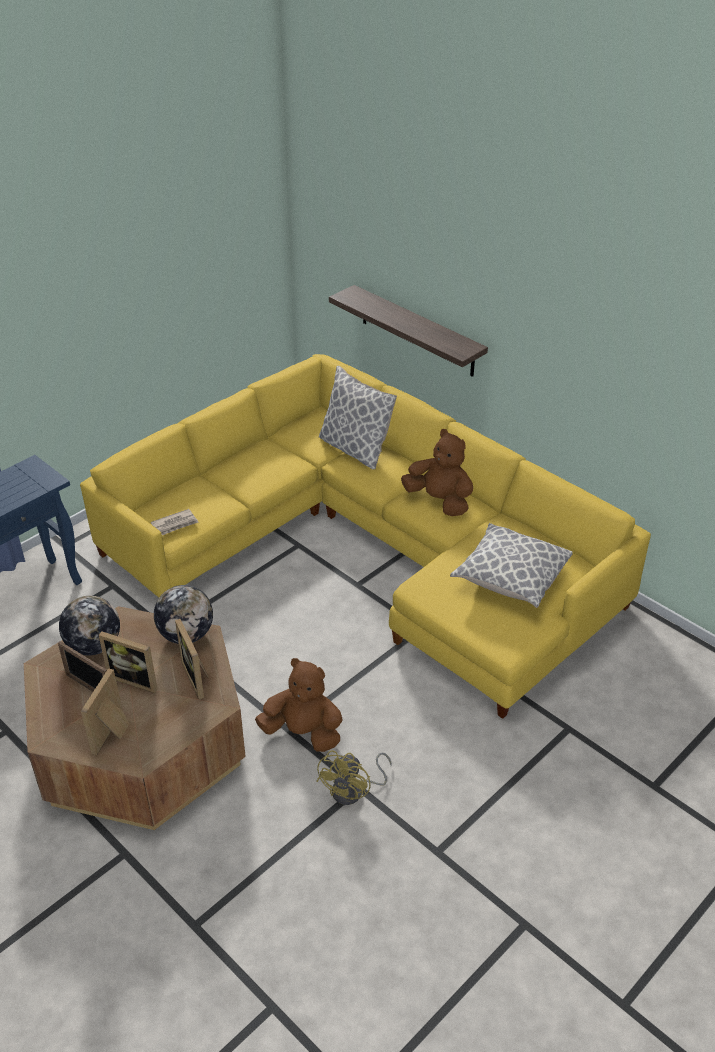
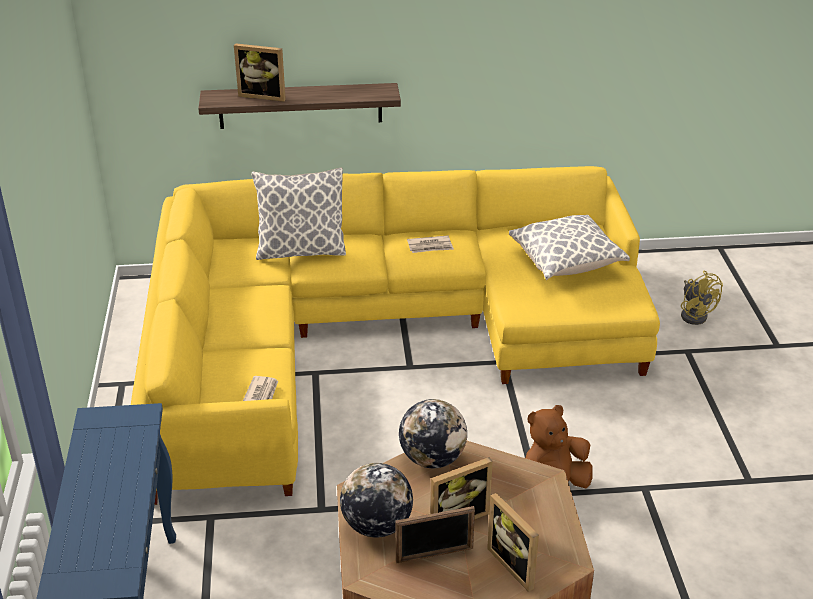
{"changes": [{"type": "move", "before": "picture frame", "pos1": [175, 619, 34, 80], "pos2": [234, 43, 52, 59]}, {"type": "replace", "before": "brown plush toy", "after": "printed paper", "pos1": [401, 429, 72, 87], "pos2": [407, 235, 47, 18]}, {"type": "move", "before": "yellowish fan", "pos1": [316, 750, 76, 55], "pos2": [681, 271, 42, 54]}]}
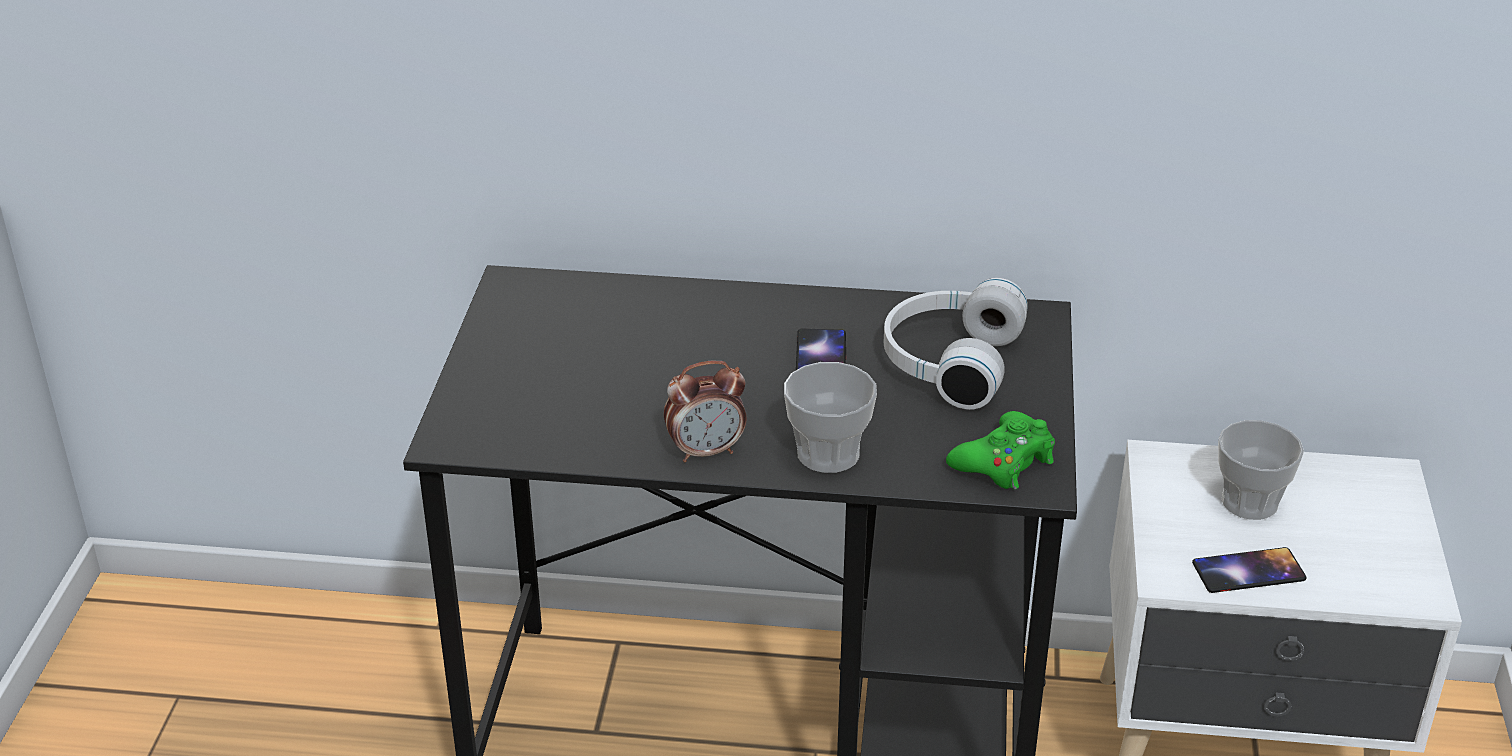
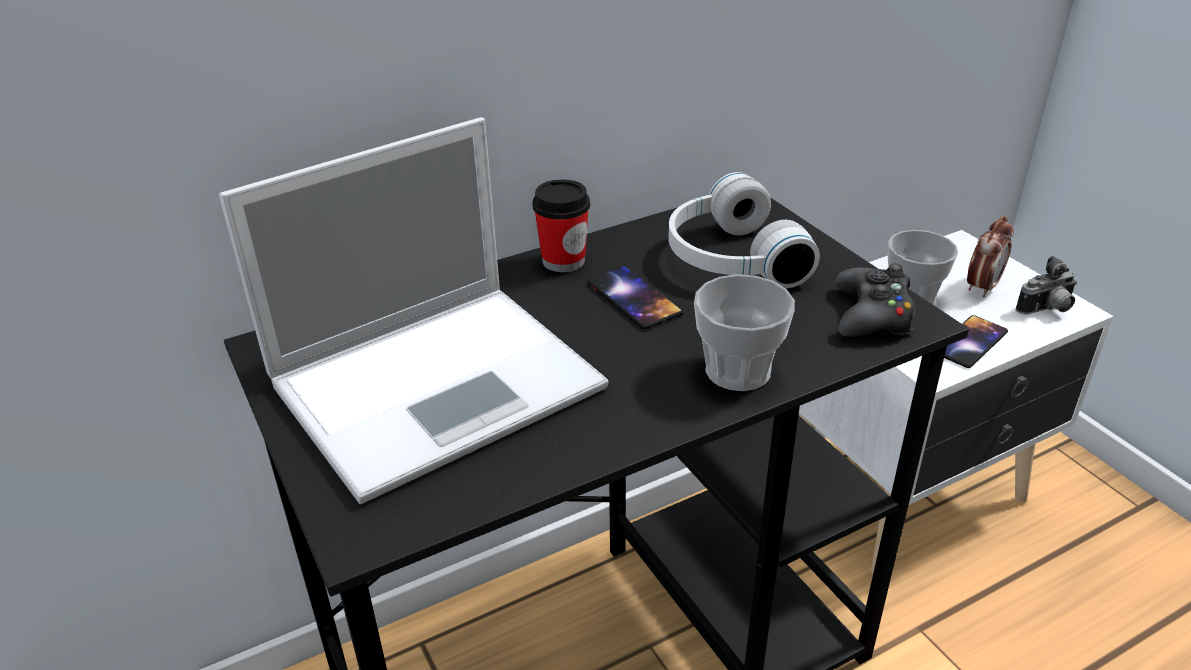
{"changes": [{"type": "insert", "after": "portable computer", "pos2": [219, 118, 389, 386]}, {"type": "insert", "after": "cup", "pos2": [533, 179, 57, 93]}, {"type": "recolor", "before": "greenish joypad", "after": "black joypad", "pos1": [946, 411, 109, 79], "pos2": [835, 263, 80, 74]}, {"type": "move", "before": "bedside clock", "pos1": [664, 360, 82, 102], "pos2": [967, 215, 47, 83]}, {"type": "insert", "after": "still camera", "pos2": [1016, 256, 61, 59]}]}
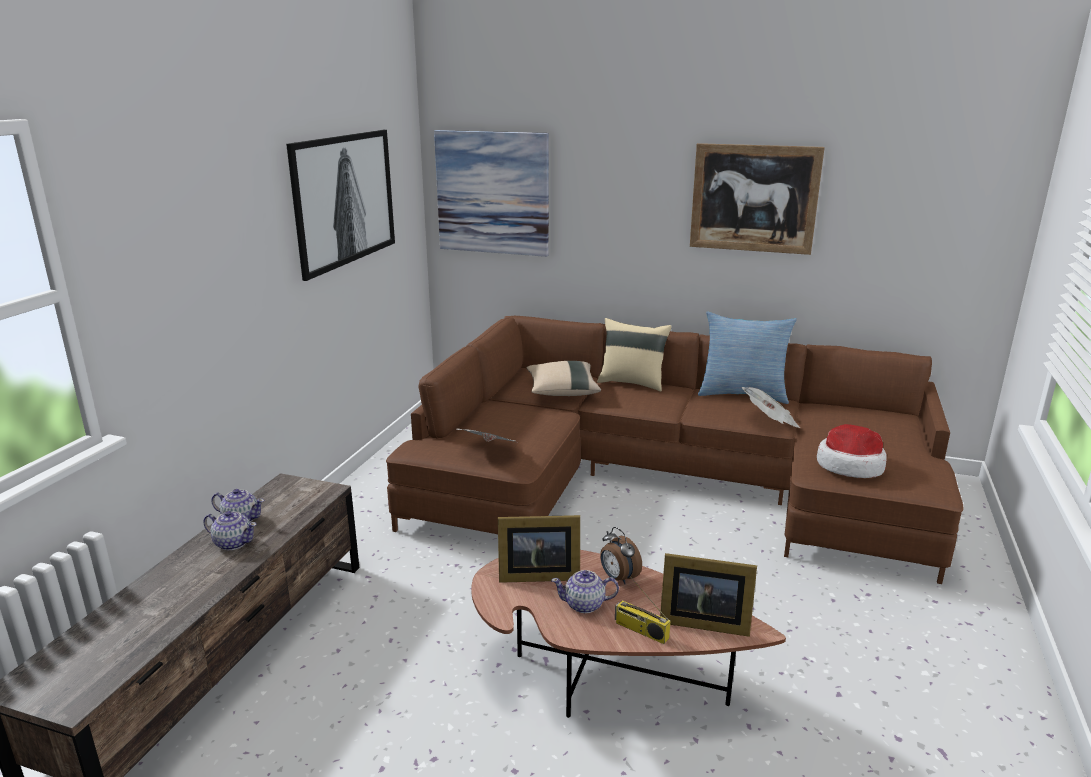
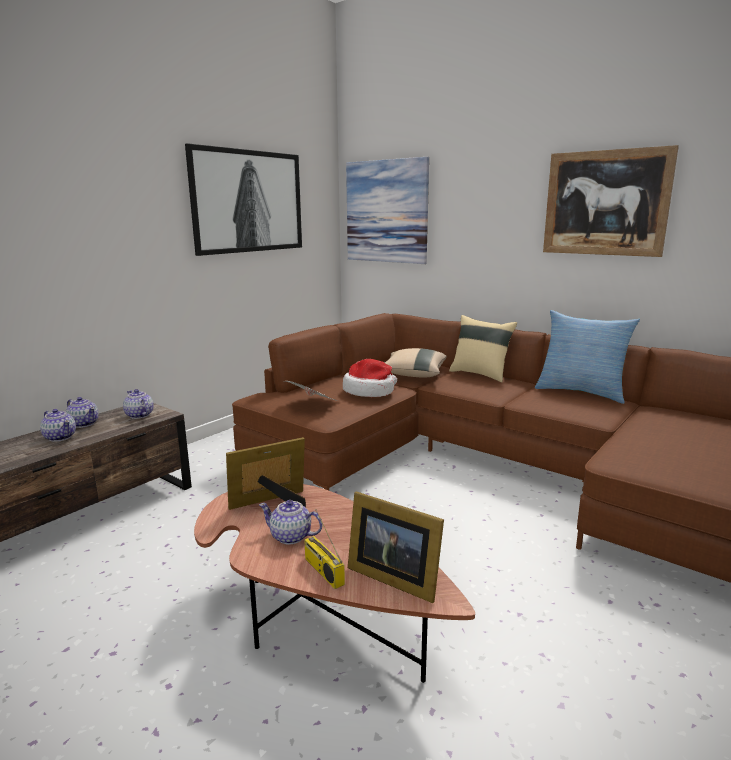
{"changes": [{"type": "insert", "after": "teapot", "pos2": [123, 389, 31, 30]}, {"type": "rotate", "before": "picture frame", "pos1": [498, 515, 82, 68], "pos2": [226, 437, 80, 73], "turn": 135}, {"type": "move", "before": "wearable hat", "pos1": [817, 424, 70, 54], "pos2": [343, 359, 54, 38]}, {"type": "delete", "before": "bedside clock", "pos1": [600, 527, 42, 57]}, {"type": "delete", "before": "printed paper", "pos1": [742, 387, 58, 41]}]}
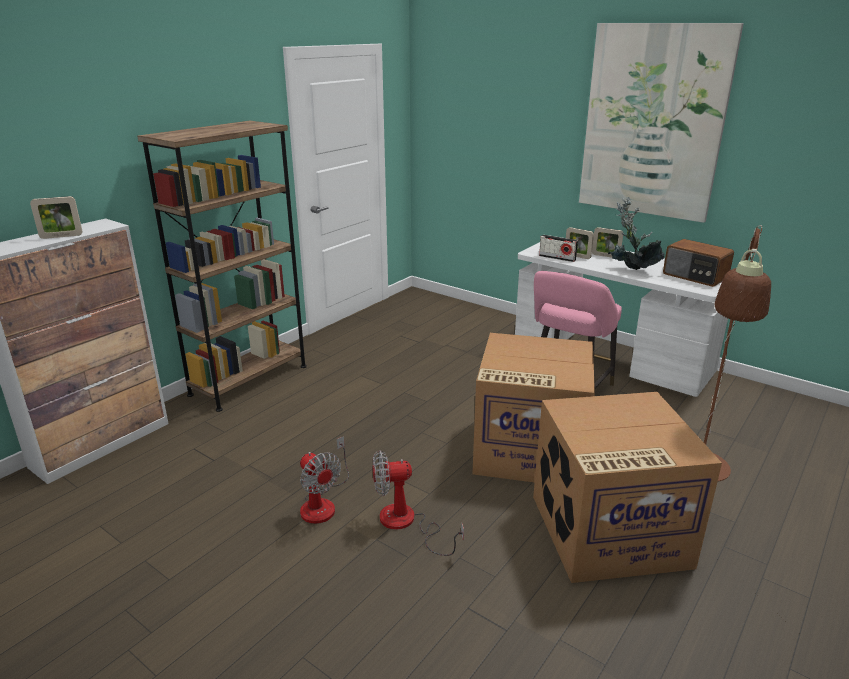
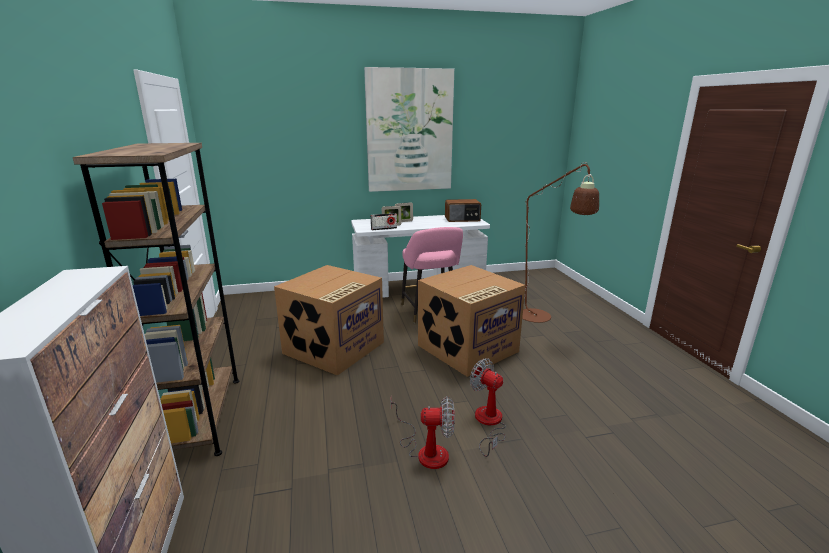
{"changes": [{"type": "move", "before": "carton", "pos1": [533, 392, 189, 191], "pos2": [274, 265, 110, 111]}, {"type": "rotate", "before": "fan", "pos1": [373, 450, 91, 106], "pos2": [470, 358, 36, 99], "turn": 105}, {"type": "delete", "before": "picture frame", "pos1": [30, 196, 52, 43]}, {"type": "delete", "before": "houseplant", "pos1": [608, 197, 57, 73]}]}
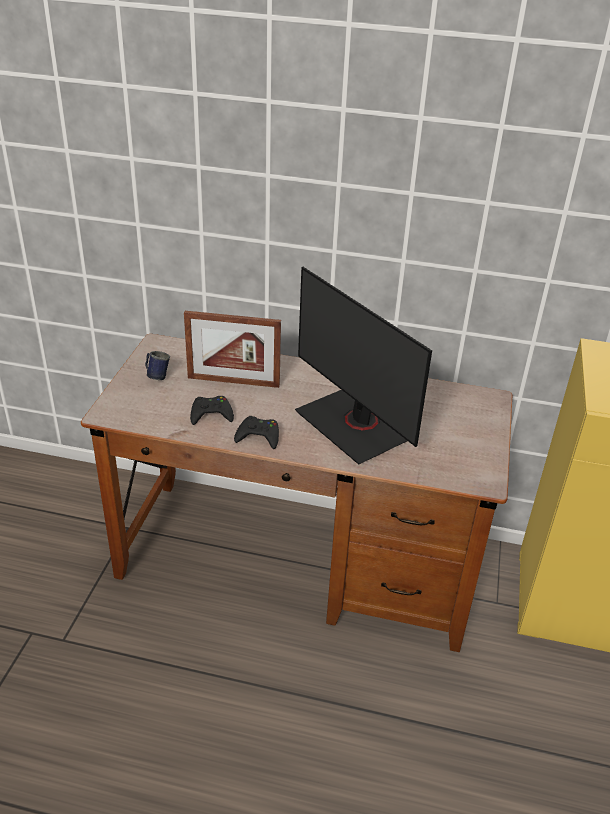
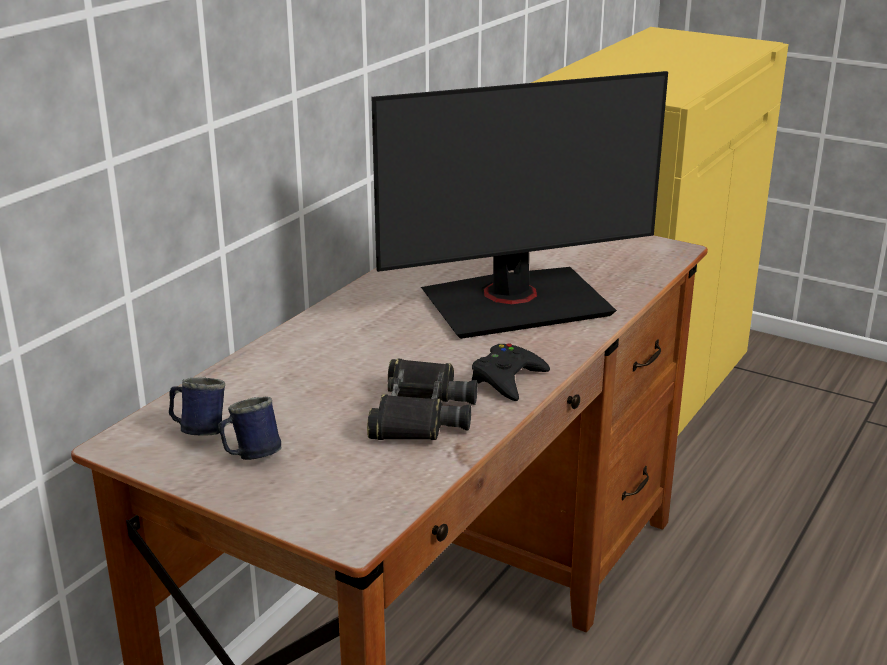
{"changes": [{"type": "insert", "after": "blue-coloured tea mug", "pos2": [169, 377, 56, 59]}, {"type": "replace", "before": "black joypad", "after": "black binoculars", "pos1": [190, 396, 44, 29], "pos2": [367, 359, 111, 81]}, {"type": "delete", "before": "picture frame", "pos1": [184, 311, 97, 77]}]}
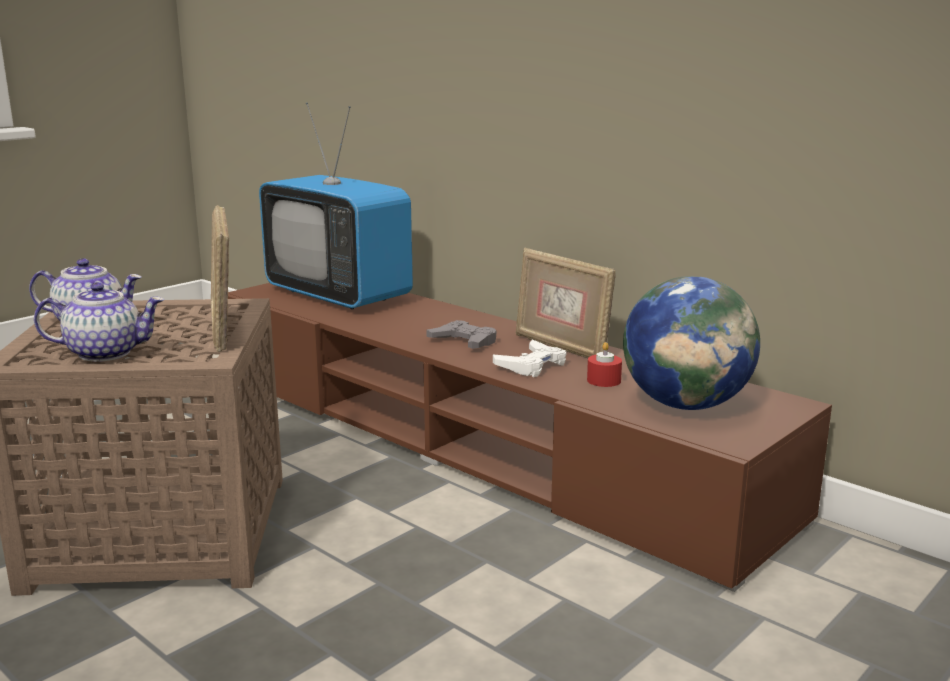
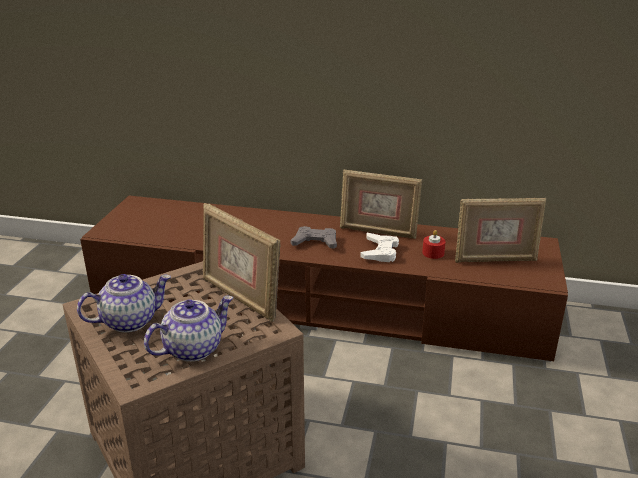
{"changes": [{"type": "replace", "before": "world globe", "after": "picture frame", "pos1": [623, 276, 137, 134], "pos2": [455, 198, 91, 65]}, {"type": "delete", "before": "TV set", "pos1": [259, 103, 154, 206]}]}
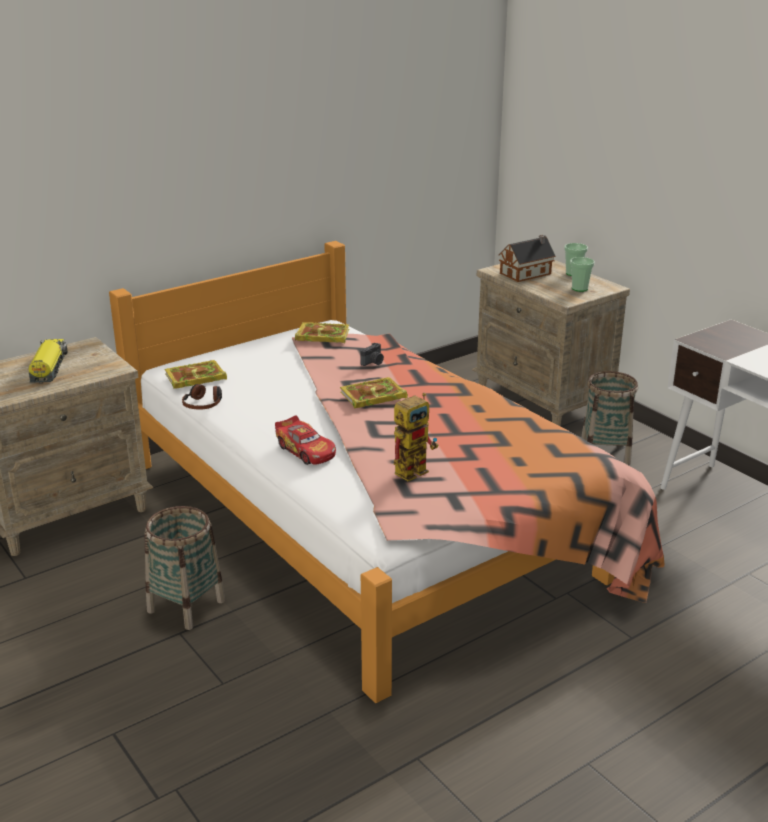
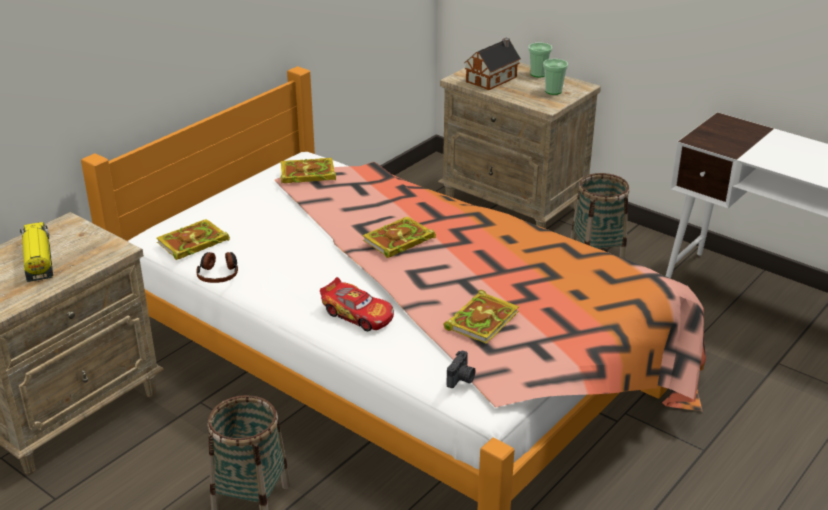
{"changes": [{"type": "replace", "before": "model robot", "after": "book", "pos1": [394, 393, 44, 88], "pos2": [444, 290, 75, 54]}, {"type": "move", "before": "still camera", "pos1": [361, 343, 23, 23], "pos2": [446, 351, 29, 37]}]}
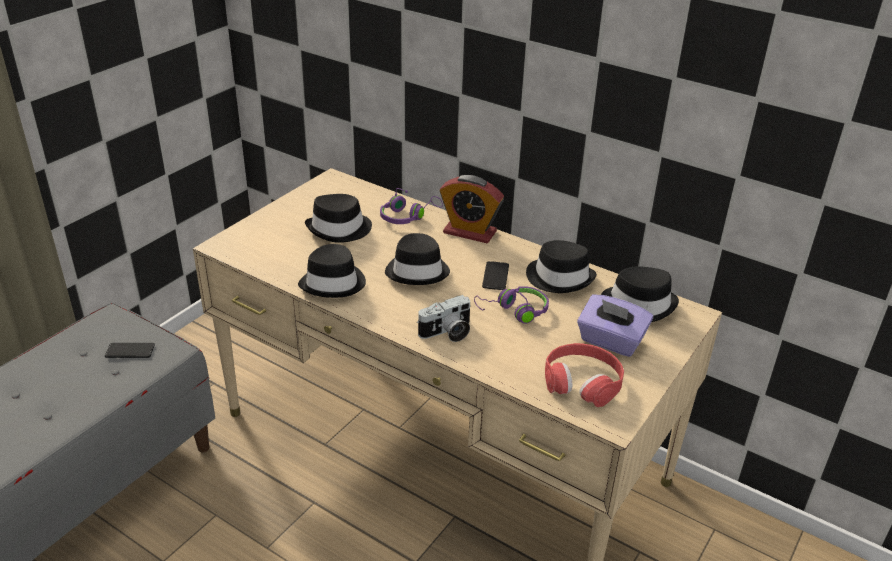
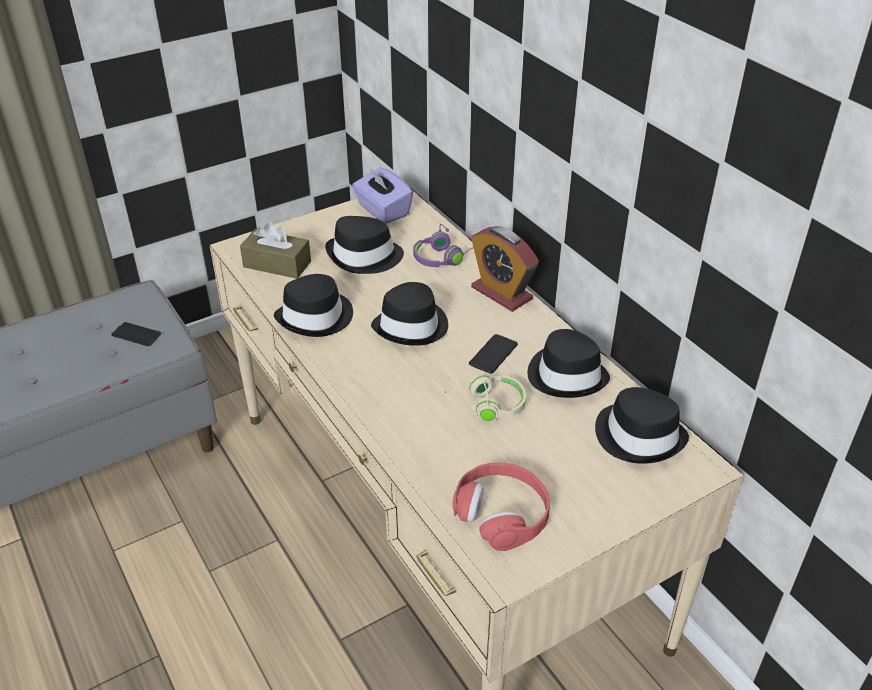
{"changes": [{"type": "insert", "after": "brown tissue box", "pos2": [240, 222, 71, 57]}, {"type": "move", "before": "purple tissue box", "pos1": [577, 294, 76, 63], "pos2": [352, 167, 61, 57]}, {"type": "recolor", "before": "purple headphones", "after": "beige-coloured headphones", "pos1": [474, 286, 75, 38], "pos2": [442, 374, 84, 48]}, {"type": "delete", "before": "still camera", "pos1": [417, 295, 54, 47]}]}
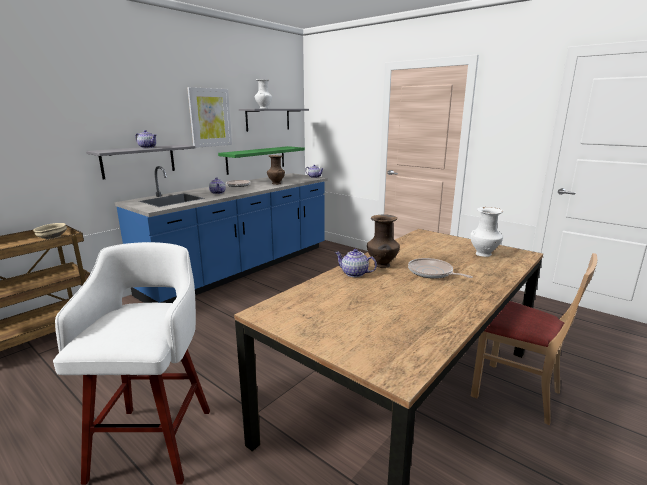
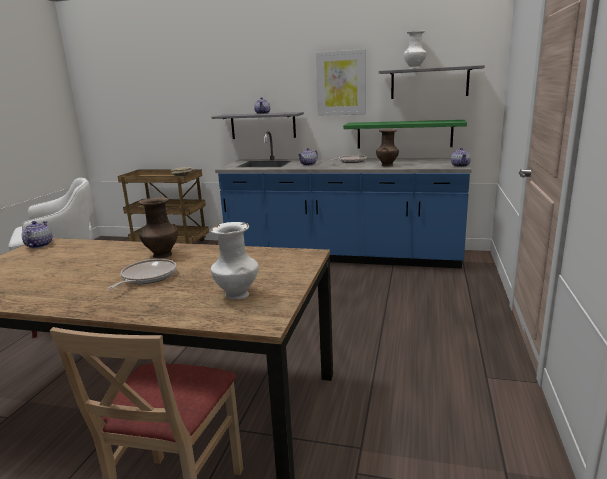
{"changes": [{"type": "move", "before": "teapot", "pos1": [335, 249, 42, 28], "pos2": [22, 221, 30, 27]}]}
